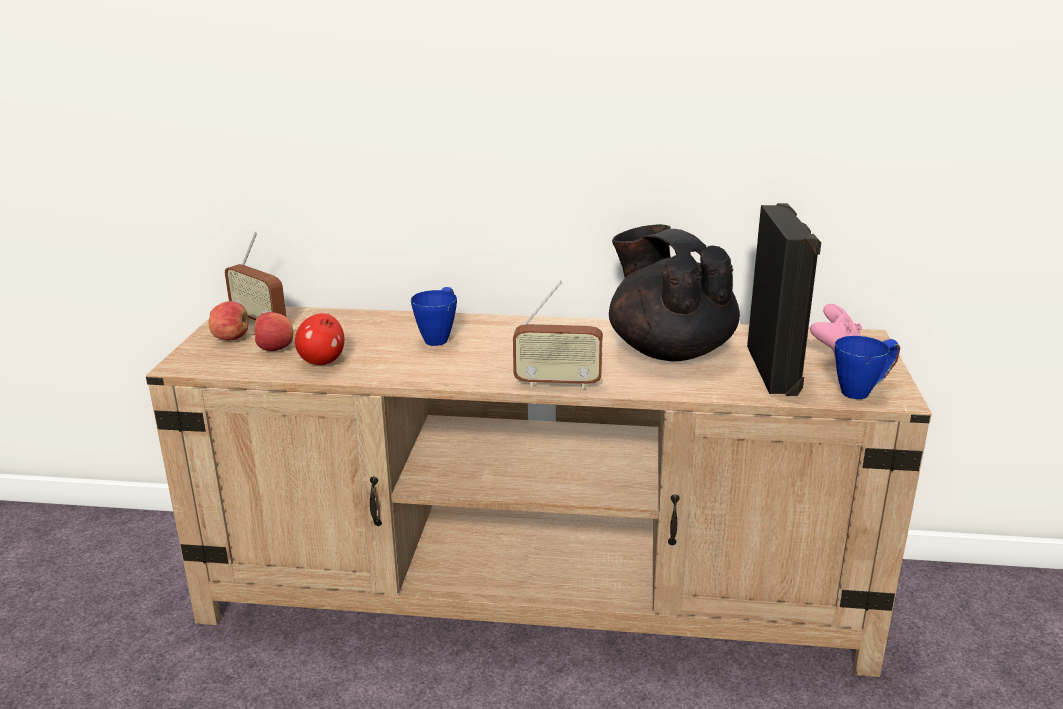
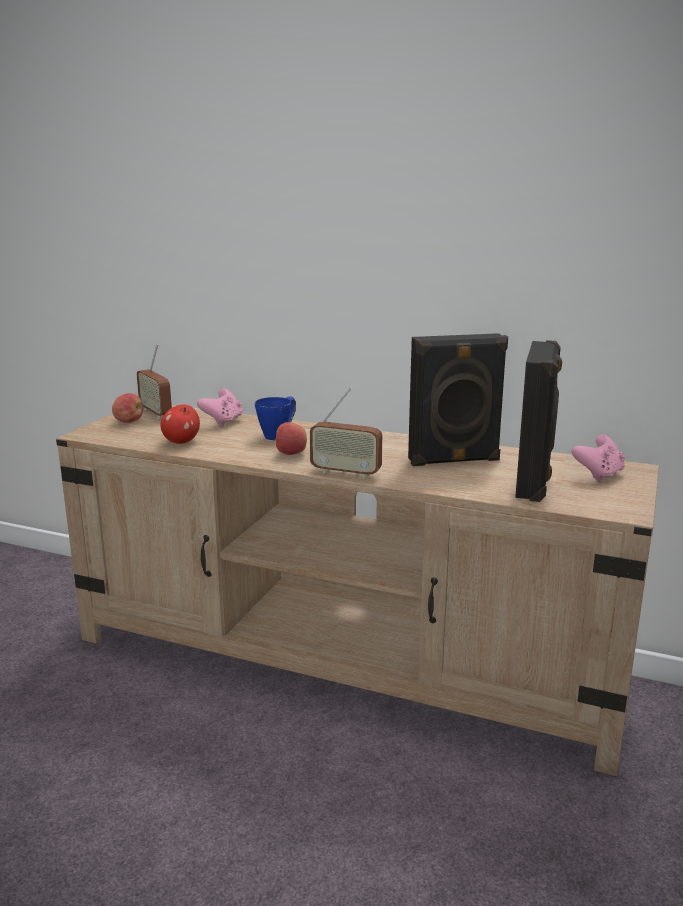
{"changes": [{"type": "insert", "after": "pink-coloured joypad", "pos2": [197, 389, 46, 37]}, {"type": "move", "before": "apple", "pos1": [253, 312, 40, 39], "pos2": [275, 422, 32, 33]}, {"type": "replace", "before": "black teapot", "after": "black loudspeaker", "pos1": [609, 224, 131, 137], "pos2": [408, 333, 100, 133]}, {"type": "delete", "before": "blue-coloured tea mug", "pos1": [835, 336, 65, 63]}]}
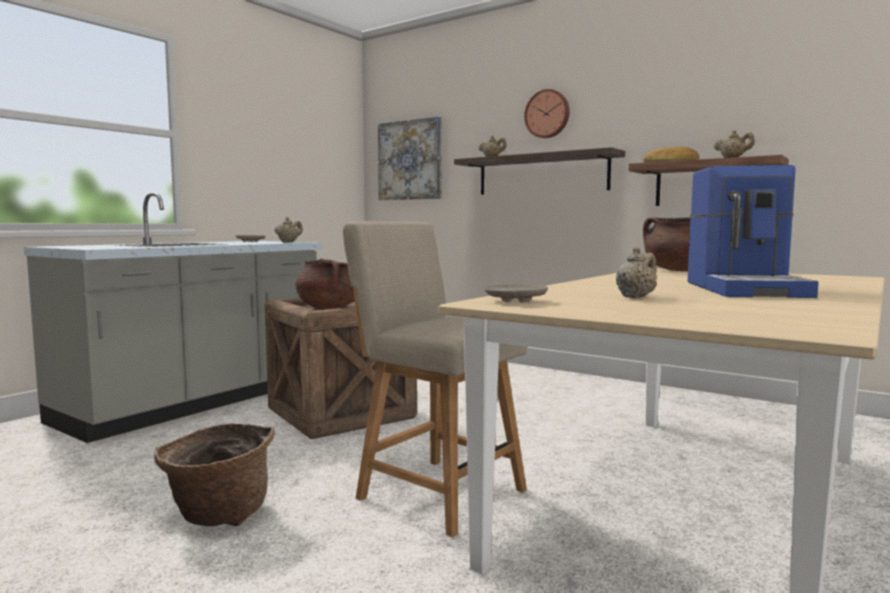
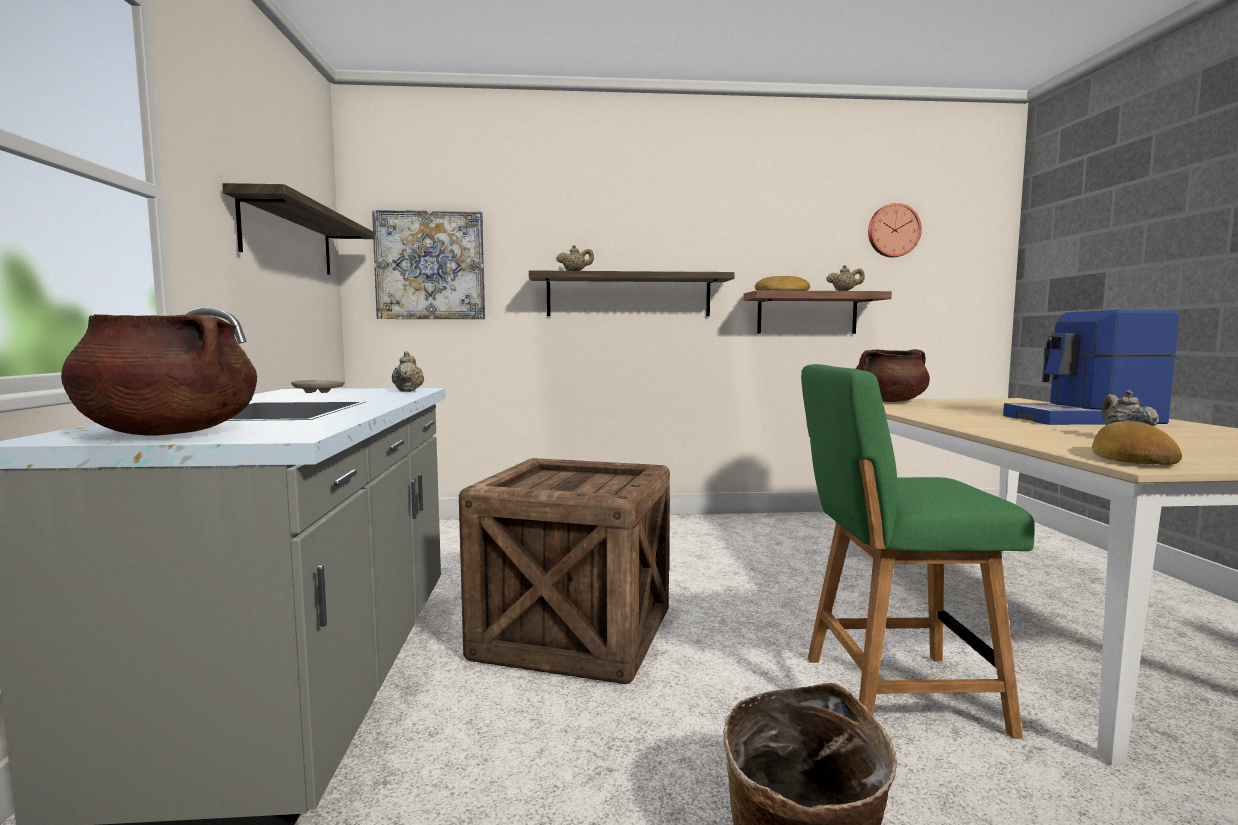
{"changes": [{"type": "move", "before": "brown stockpot", "pos1": [296, 258, 59, 51], "pos2": [61, 314, 196, 122]}, {"type": "insert", "after": "shelf", "pos2": [222, 183, 153, 92]}, {"type": "recolor", "before": "beige-coloured chair", "after": "greenish chair", "pos1": [343, 221, 184, 316], "pos2": [801, 364, 234, 375]}, {"type": "move", "before": "hanging clock", "pos1": [524, 89, 46, 49], "pos2": [868, 203, 54, 54]}, {"type": "rotate", "before": "coffee brewer", "pos1": [688, 165, 131, 133], "pos2": [1003, 310, 176, 115], "turn": 120}, {"type": "replace", "before": "beige-coloured flat dish", "after": "bread", "pos1": [484, 284, 64, 19], "pos2": [1092, 421, 90, 44]}]}
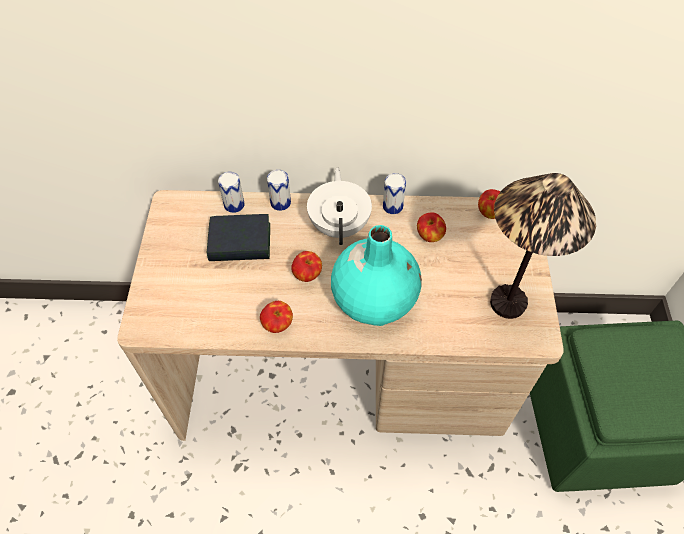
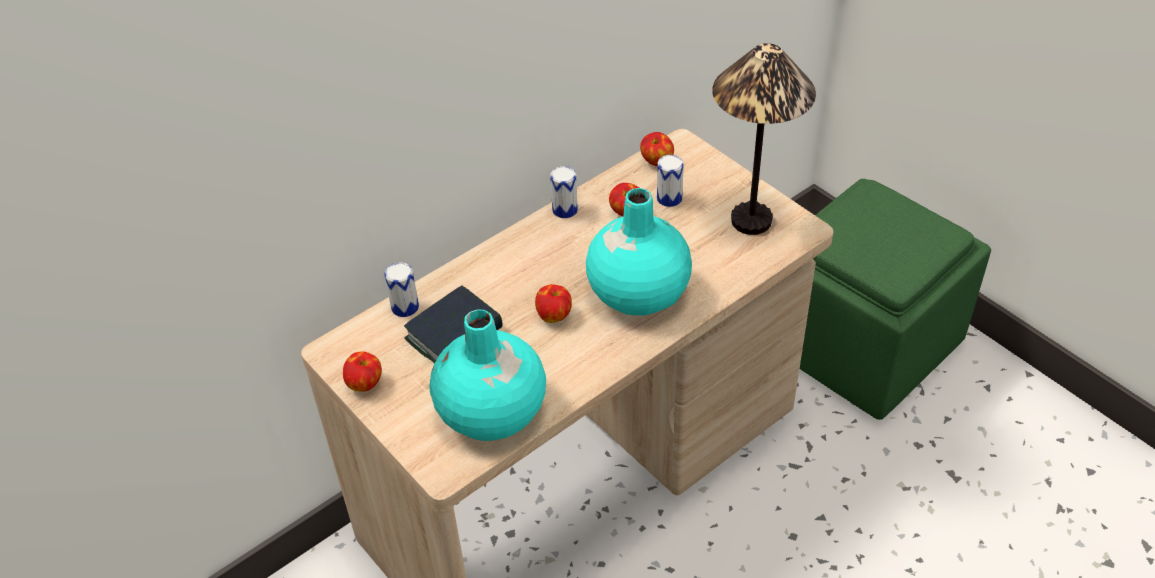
{"changes": [{"type": "move", "before": "apple", "pos1": [260, 301, 33, 32], "pos2": [343, 351, 39, 41]}, {"type": "insert", "after": "blue-green flower vase", "pos2": [429, 309, 117, 132]}, {"type": "move", "before": "sealed can", "pos1": [267, 170, 24, 41], "pos2": [657, 155, 27, 52]}, {"type": "delete", "before": "white teapot", "pos1": [307, 167, 65, 78]}]}
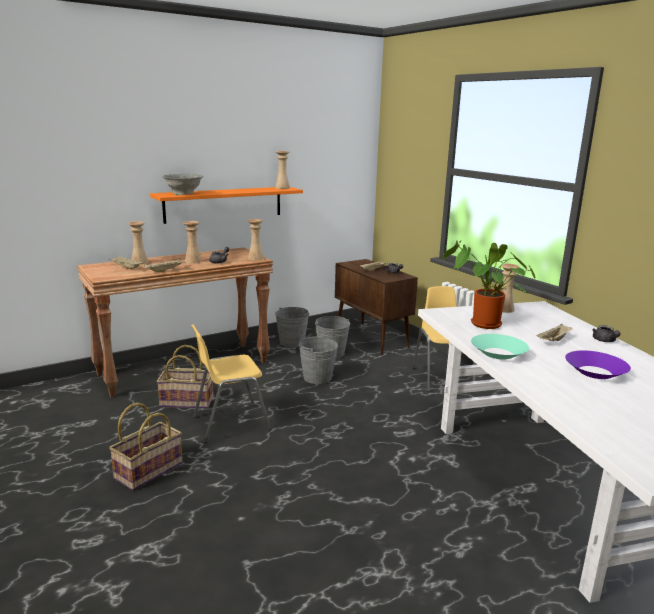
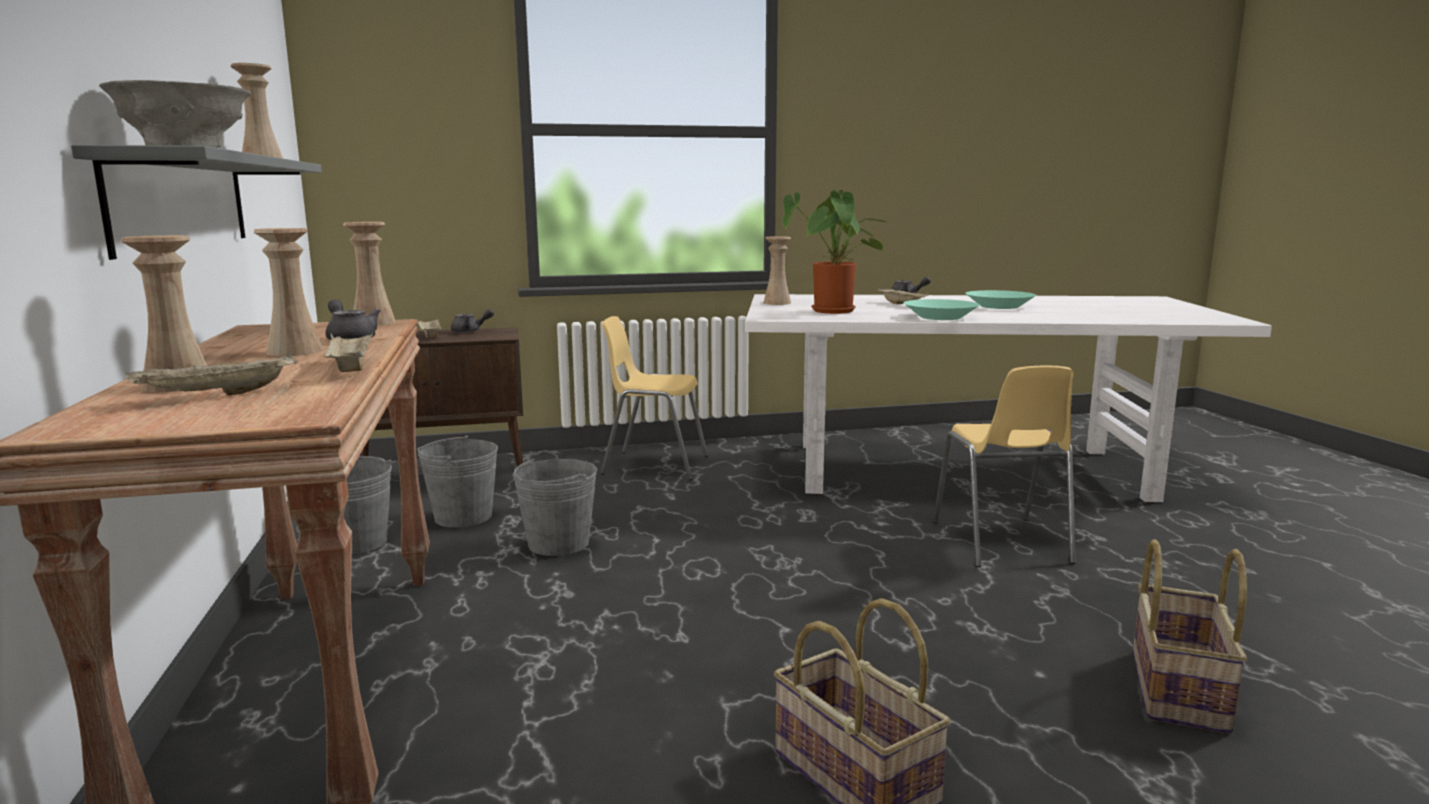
{"changes": [{"type": "recolor", "before": "orangey shelf", "after": "greyish shelf", "pos1": [150, 187, 153, 37], "pos2": [71, 145, 251, 115]}, {"type": "move", "before": "yellowish chair", "pos1": [191, 324, 80, 119], "pos2": [933, 366, 143, 201]}, {"type": "recolor", "before": "purple bowl", "after": "blue-green bowl", "pos1": [565, 350, 66, 29], "pos2": [965, 290, 71, 19]}, {"type": "move", "before": "household basket", "pos1": [157, 345, 56, 63], "pos2": [1133, 539, 114, 195]}]}
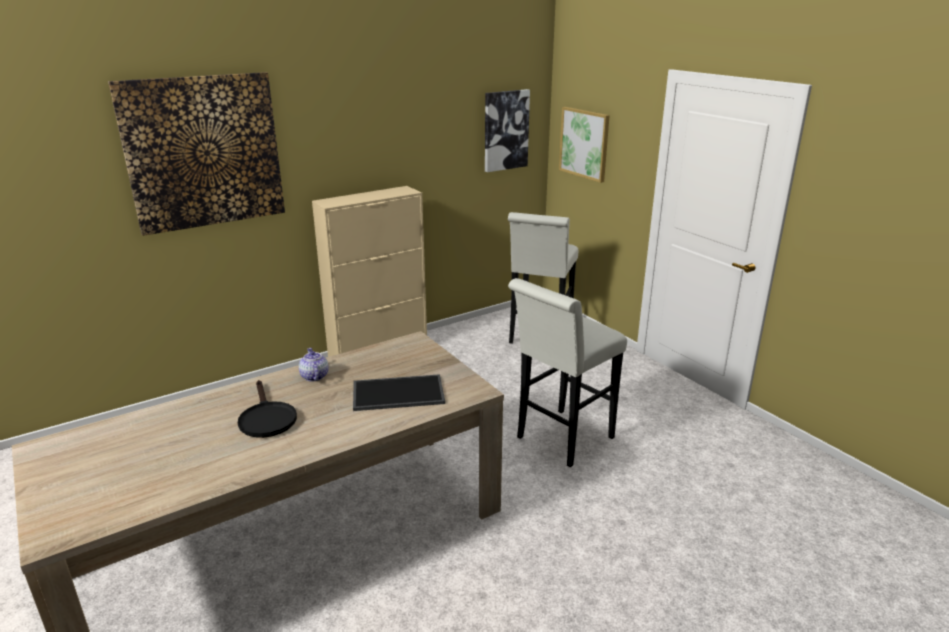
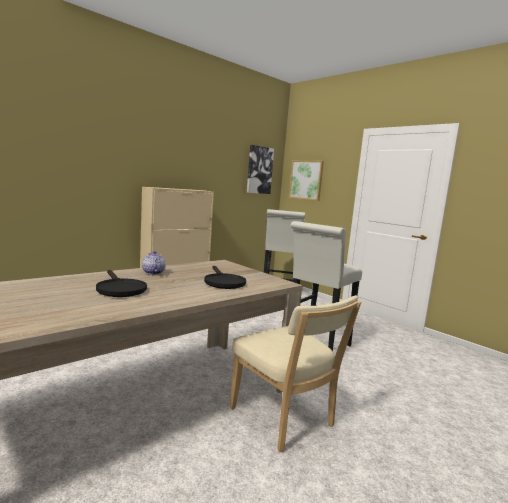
{"changes": [{"type": "replace", "before": "serving tray", "after": "black frying pan", "pos1": [353, 374, 92, 37], "pos2": [204, 266, 42, 23]}, {"type": "insert", "after": "beige-coloured chair", "pos2": [230, 295, 131, 157]}, {"type": "delete", "before": "picture", "pos1": [108, 72, 177, 164]}]}
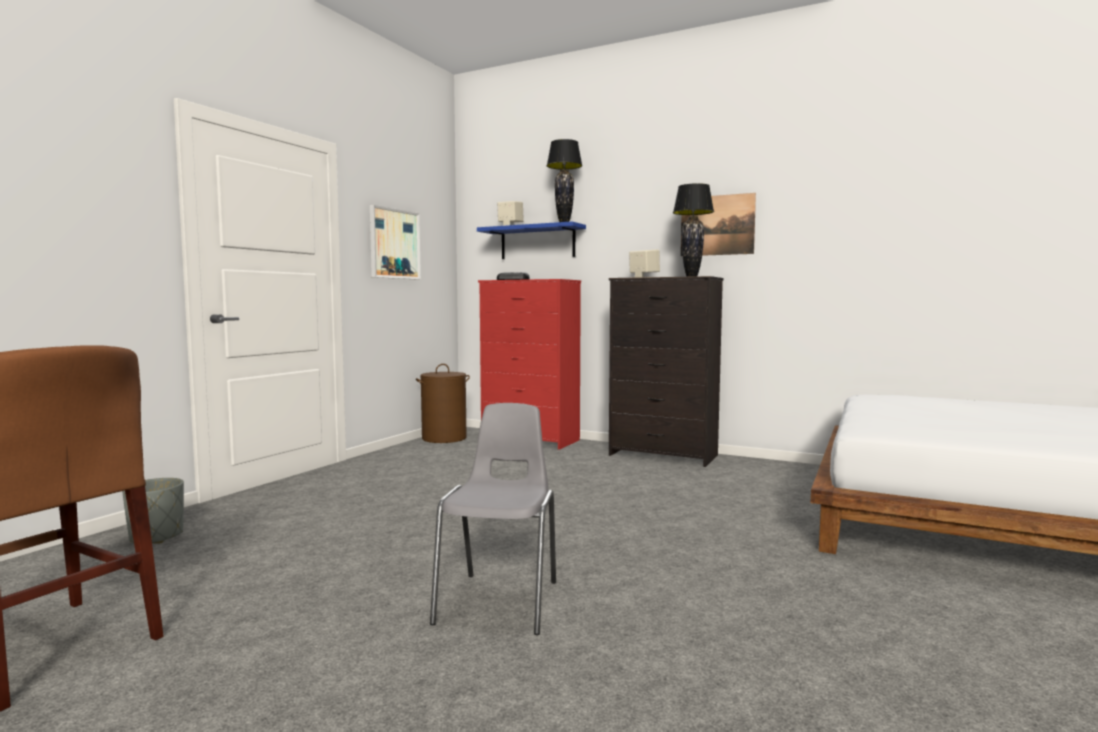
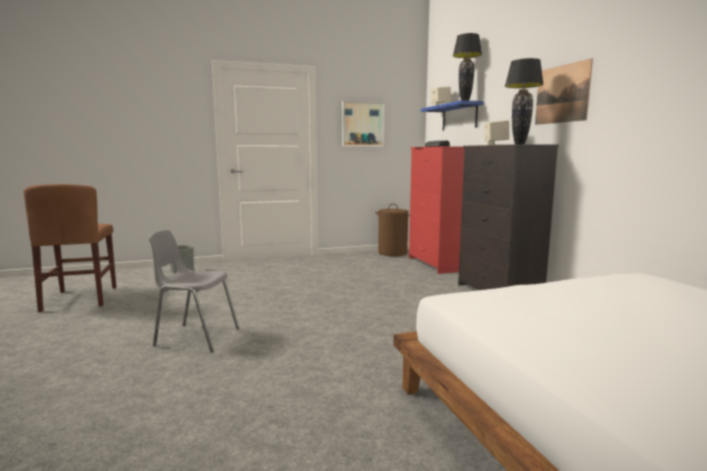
{"changes": [{"type": "rotate", "before": "greyish chair", "pos1": [430, 403, 126, 232], "pos2": [149, 230, 90, 122], "turn": -135}]}
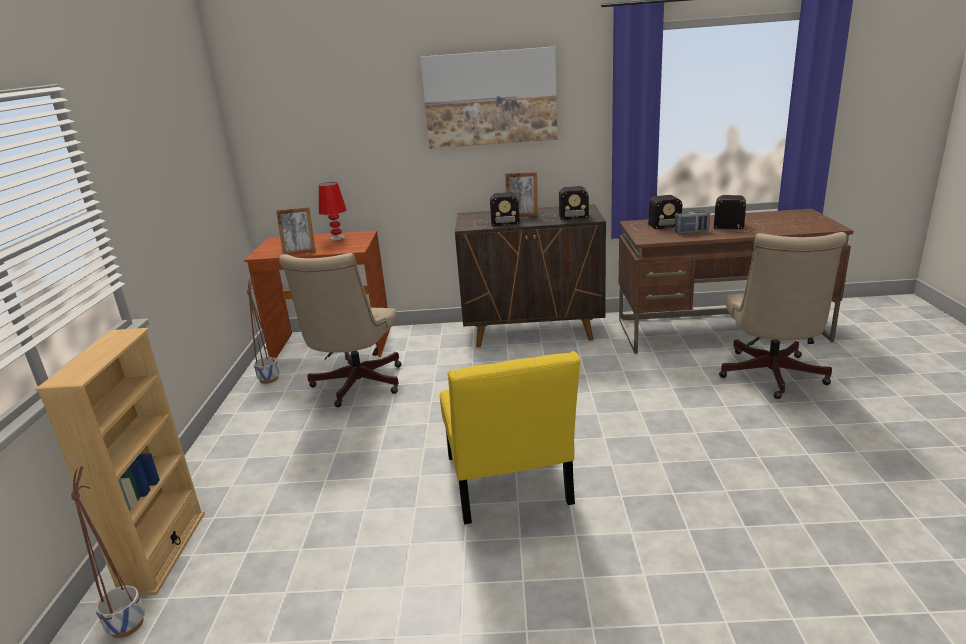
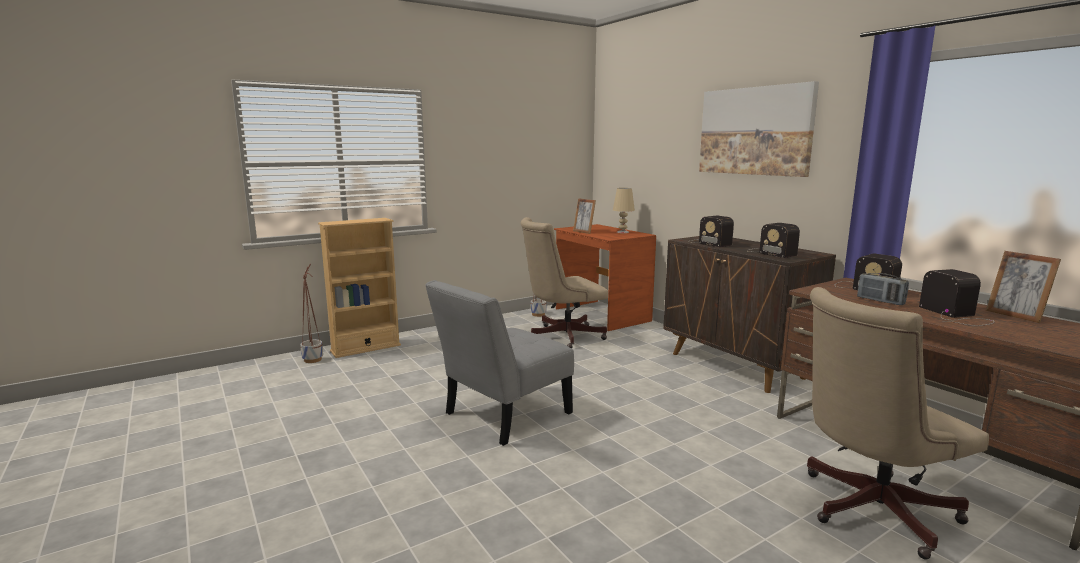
{"changes": [{"type": "recolor", "before": "yellowish chair", "after": "greyish chair", "pos1": [440, 351, 140, 173], "pos2": [425, 280, 149, 166]}, {"type": "recolor", "before": "red-coloured tabletop lamp", "after": "beige-coloured tabletop lamp", "pos1": [319, 182, 28, 59], "pos2": [613, 188, 22, 45]}, {"type": "move", "before": "picture frame", "pos1": [505, 172, 33, 45], "pos2": [986, 251, 75, 72]}]}
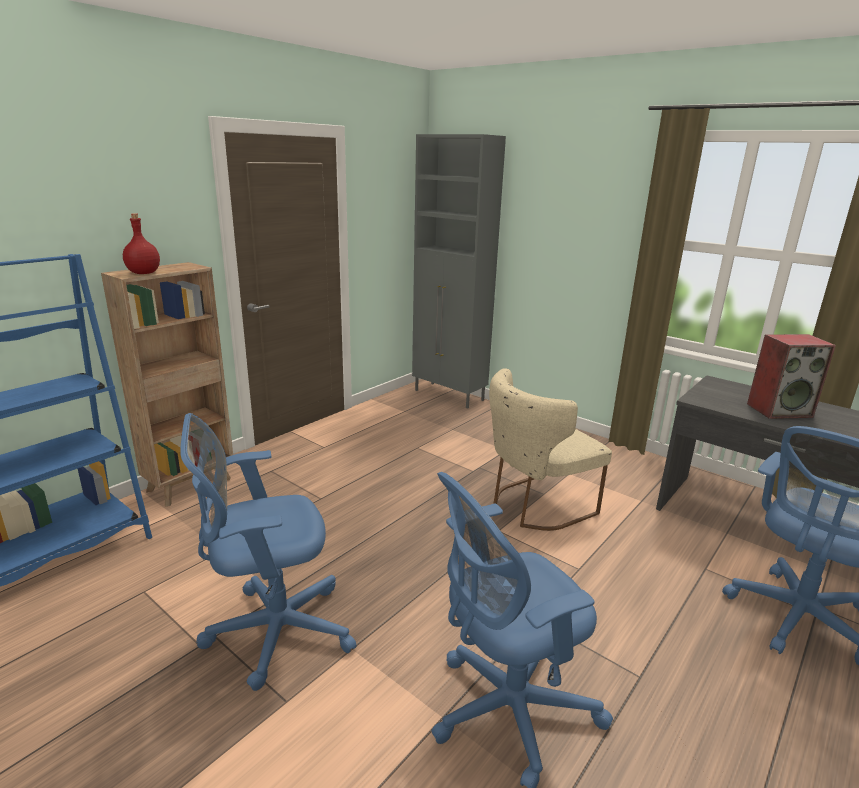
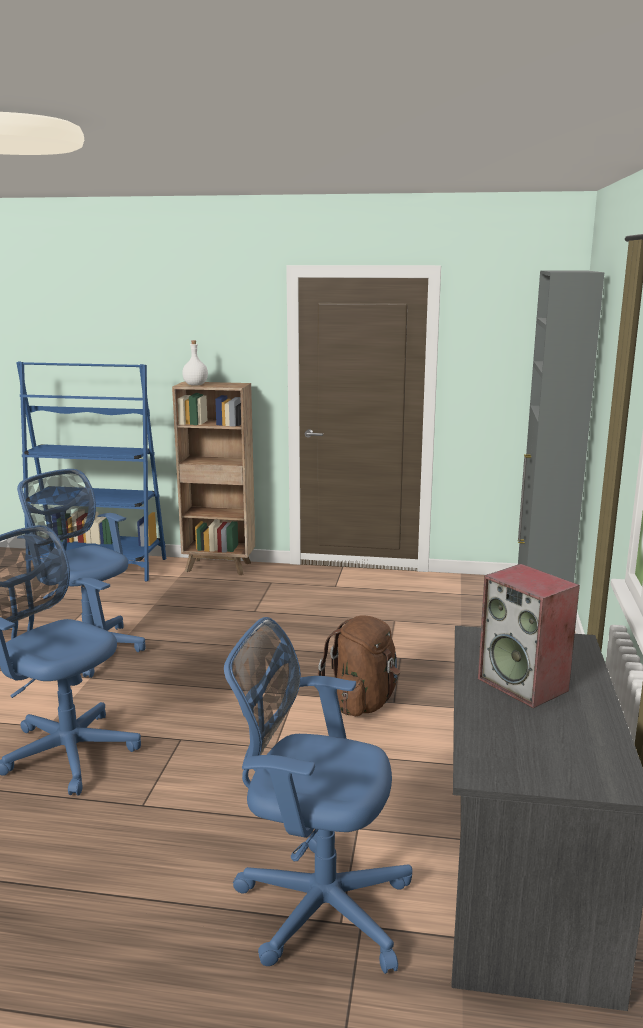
{"changes": [{"type": "recolor", "before": "red-coloured drink bottle", "after": "white drink bottle", "pos1": [123, 213, 37, 61], "pos2": [182, 340, 26, 46]}, {"type": "replace", "before": "beige-coloured chair", "after": "brown knapsack", "pos1": [489, 368, 123, 163], "pos2": [318, 615, 82, 101]}]}
